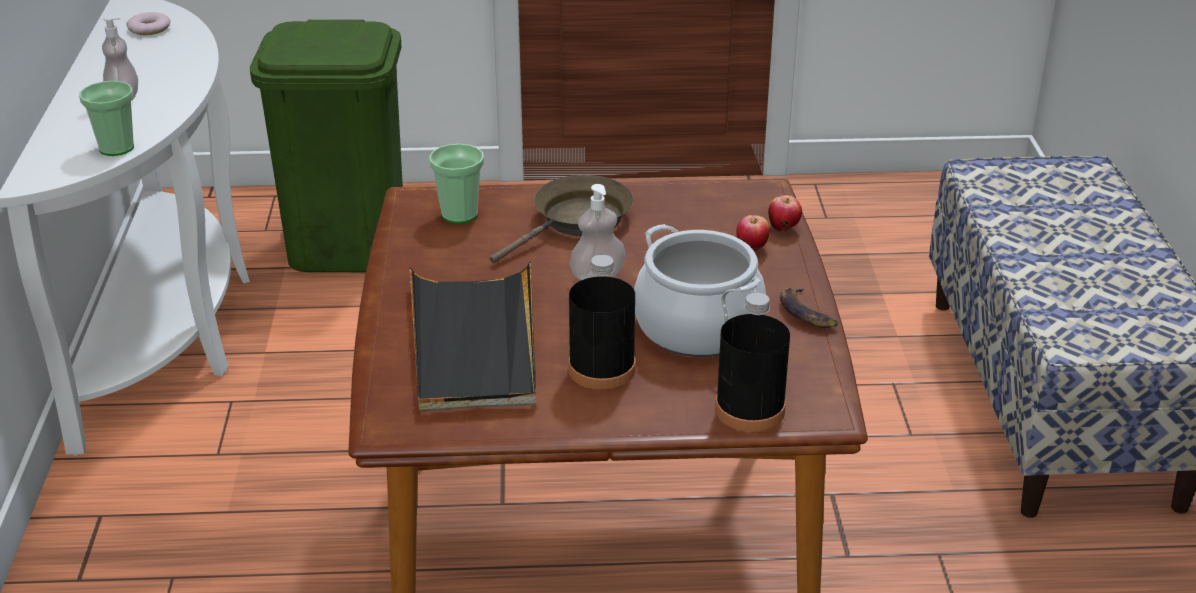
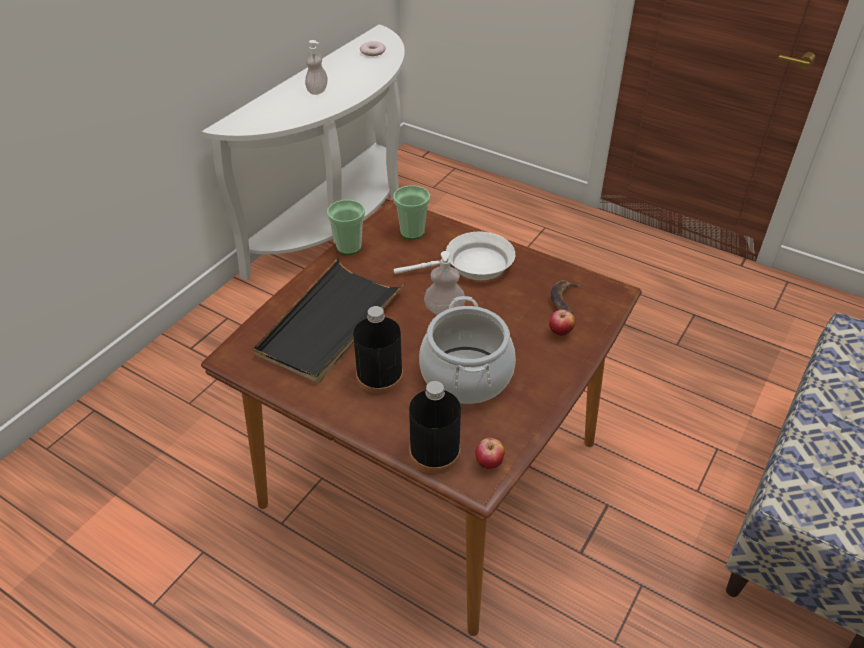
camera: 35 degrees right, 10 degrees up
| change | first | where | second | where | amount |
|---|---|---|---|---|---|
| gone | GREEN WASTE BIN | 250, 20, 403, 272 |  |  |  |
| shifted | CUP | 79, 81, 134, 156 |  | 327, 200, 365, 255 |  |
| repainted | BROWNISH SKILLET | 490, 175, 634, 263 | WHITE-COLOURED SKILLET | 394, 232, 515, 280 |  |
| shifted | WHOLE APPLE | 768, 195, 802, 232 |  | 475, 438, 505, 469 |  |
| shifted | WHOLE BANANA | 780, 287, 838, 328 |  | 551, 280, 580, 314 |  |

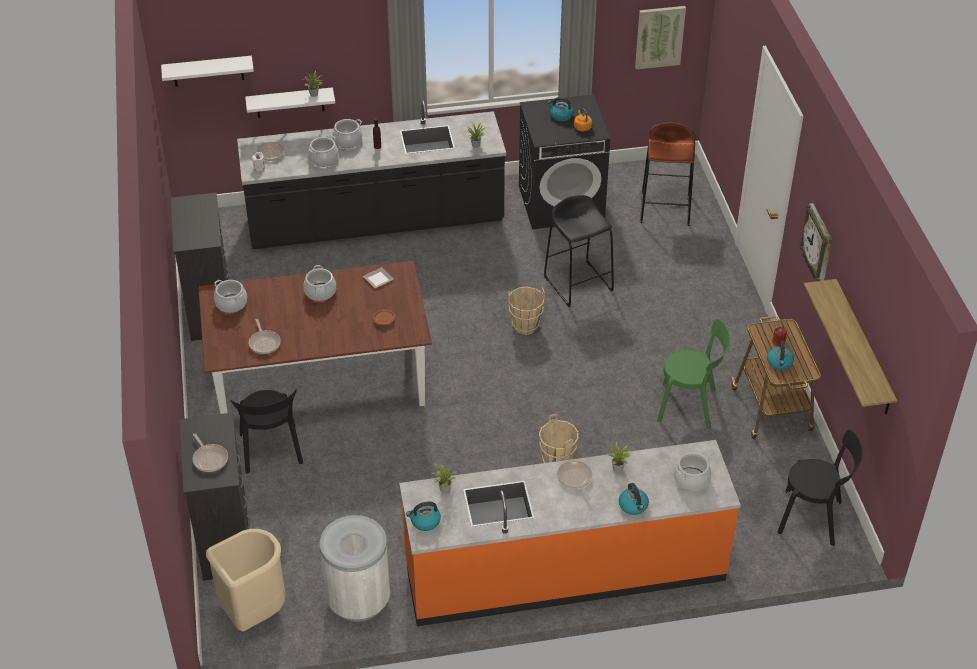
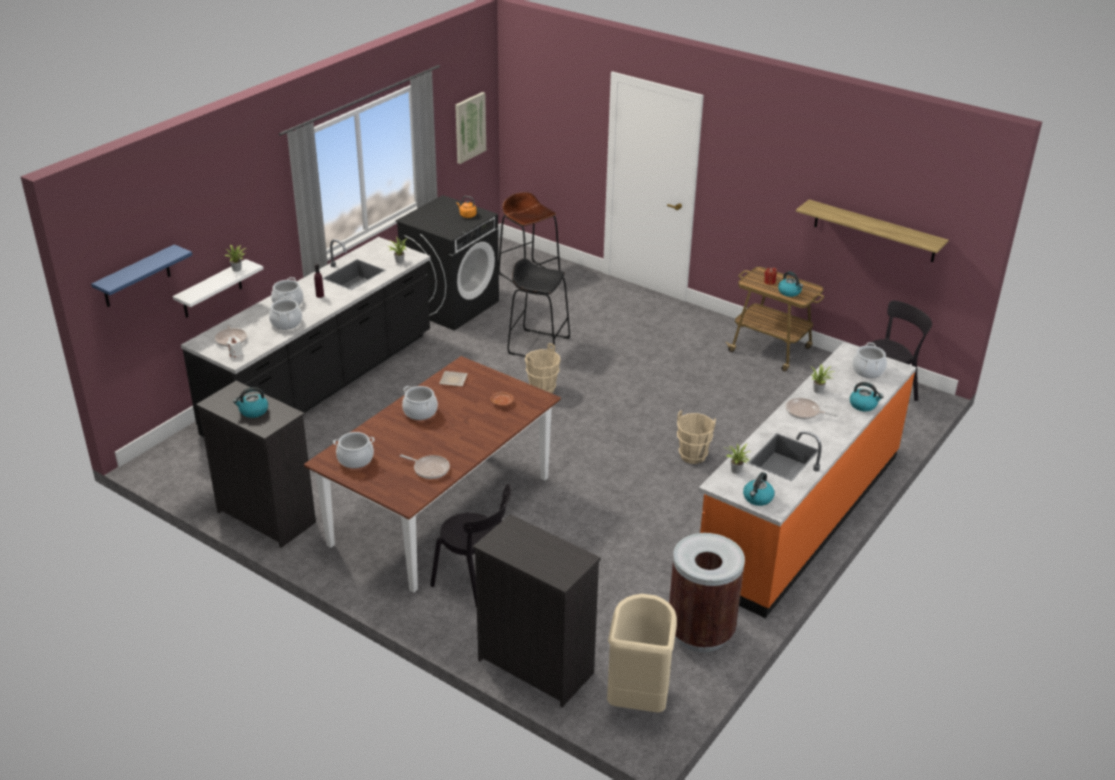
camera: 45 degrees left, 10 degrees down
| change | first | where | second | where | amount |
|---|---|---|---|---|---|
| repainted | WHITE-COLOURED WALL SHELF | 161, 56, 254, 87 | BLUE WALL SHELF | 91, 244, 192, 307 |  |
| shifted | TEA KETTLE | 548, 97, 573, 121 |  | 233, 387, 268, 418 |  |
| gone | HANGING CLOCK | 799, 203, 832, 281 |  |  |  |
| gone | GREEN UPRIGHT CHAIR | 657, 319, 730, 429 |  |  |  |
| gone | SKILLET | 193, 433, 228, 472 |  |  |  |
| repainted | WHITE-COLOURED WASTE BIN | 320, 515, 390, 622 | BROWNISH WASTE BIN | 669, 533, 745, 652 |  |

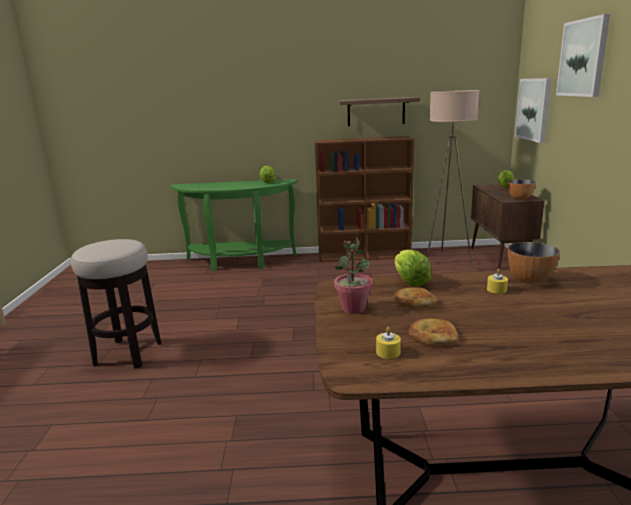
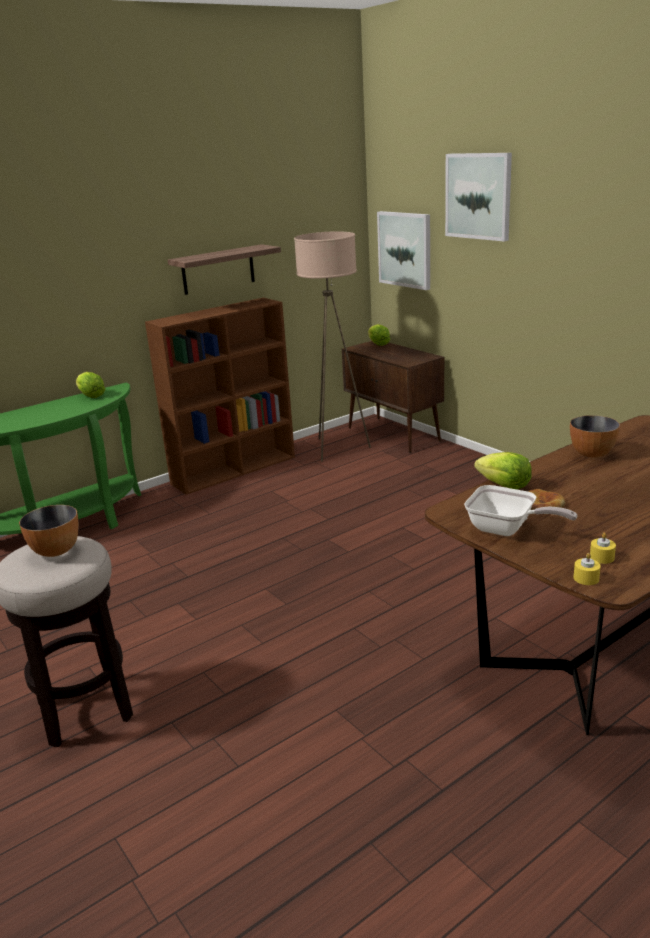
camera: 35 degrees left, 5 degrees up
| change | first | where | second | where | amount |
|---|---|---|---|---|---|
| shifted | DEEP DISH | 508, 179, 536, 200 |  | 19, 505, 79, 557 |  |
| swapped | HOUSEPLANT | 334, 237, 373, 314 | SKILLET | 464, 485, 577, 536 |  |
| shifted | YELLOW CANDLE | 487, 269, 508, 294 |  | 574, 553, 601, 585 |  |
| gone | BAKED BREAD | 409, 319, 458, 346 |  |  |  |

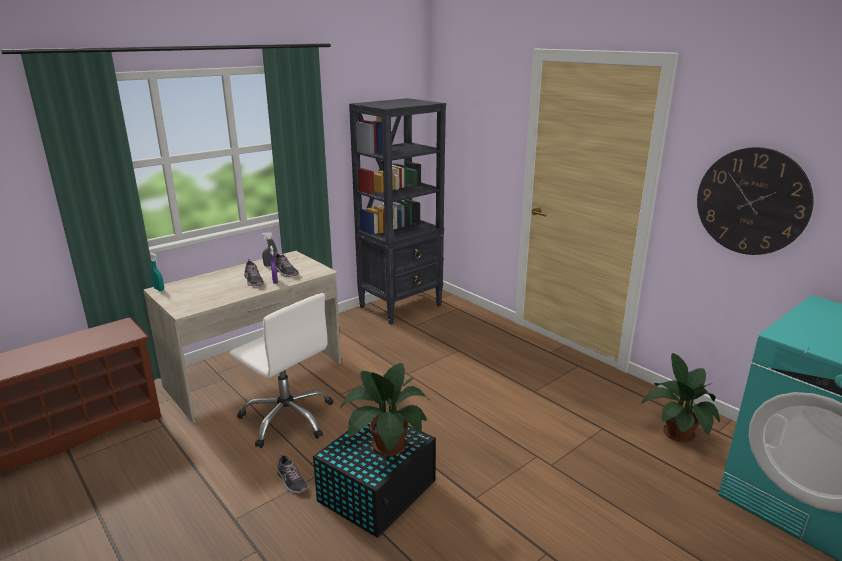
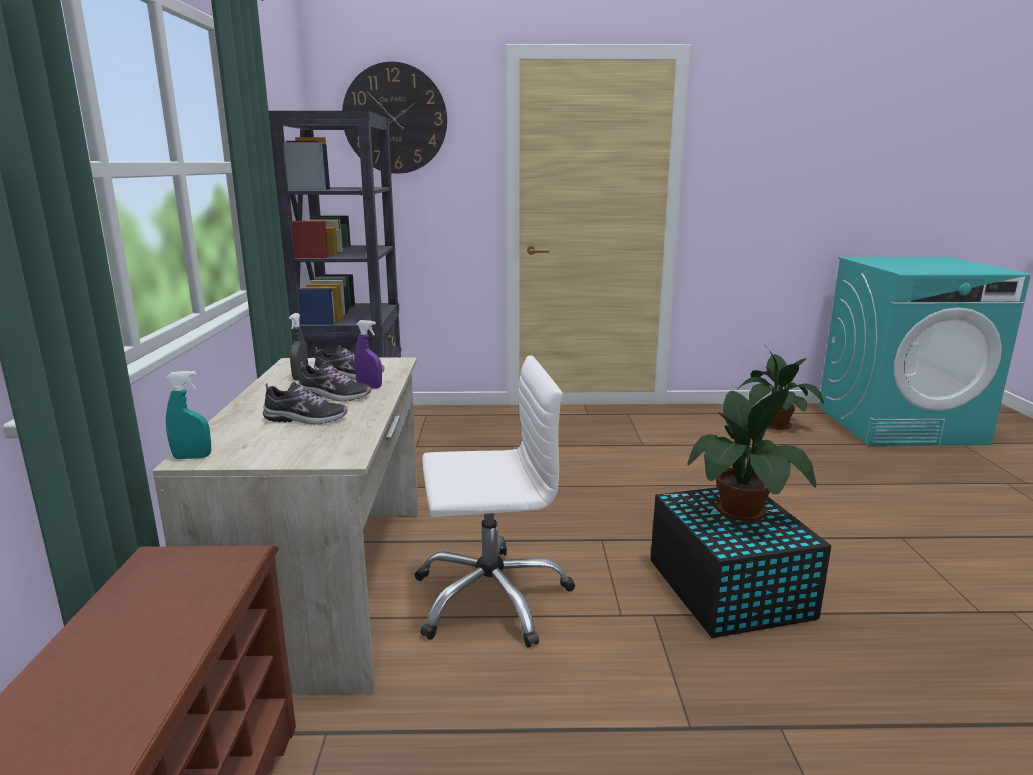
camera: 50 degrees left, 5 degrees down
| change | first | where | second | where | amount |
|---|---|---|---|---|---|
| shifted | HANGING CLOCK | 697, 147, 814, 255 |  | 342, 62, 447, 174 |  |
| shifted | SHOE | 277, 453, 308, 494 |  | 263, 382, 348, 425 |  |

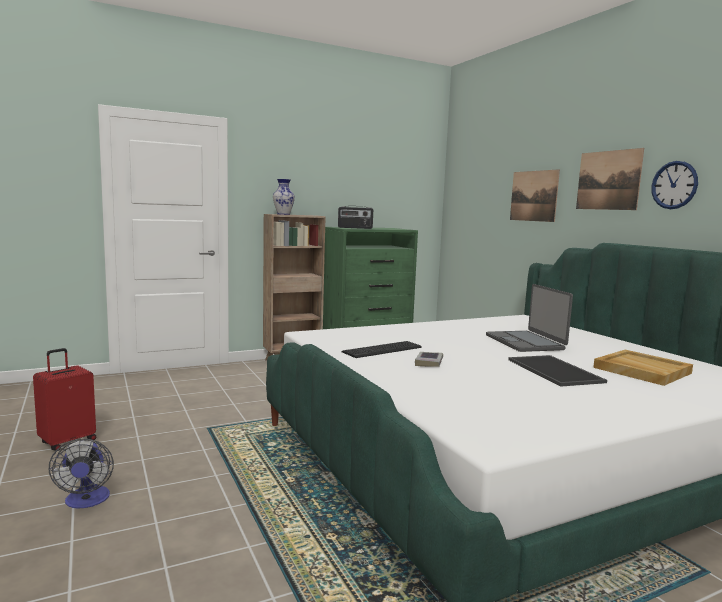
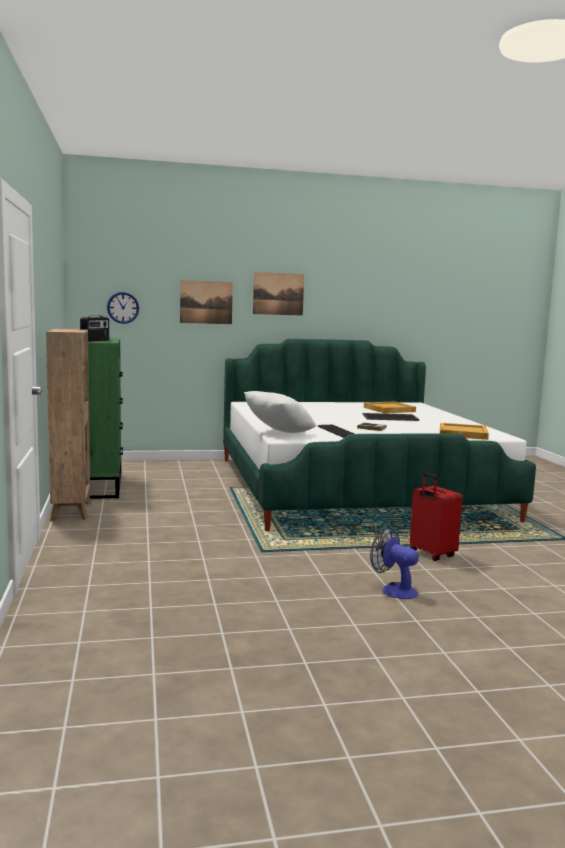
camera: 75 degrees left, 0 degrees up
| change | first | where | second | where | amount |
|---|---|---|---|---|---|
| shifted | HANGING CLOCK | 651, 161, 698, 209 |  | 107, 292, 139, 324 |  |
| gone | VASE | 273, 179, 295, 215 |  |  |  |
| gone | NOTEBOOK COMPUTER | 486, 284, 573, 352 |  |  |  |
| shifted | RED-COLOURED SUITCASE | 33, 348, 96, 451 |  | 410, 473, 462, 561 |  |
| rotated | FAN | 49, 439, 114, 509 |  | 370, 527, 419, 599 | 135 degrees counterclockwise |
| new |  |  | WHITE-COLOURED PILLOW | 244, 391, 316, 433 |  |
| new |  |  | SAND-COLOURED CARRYING TRAY | 440, 423, 489, 440 |  |

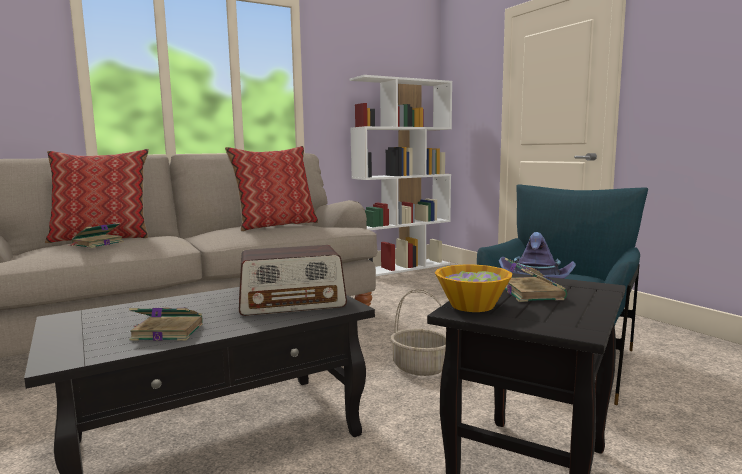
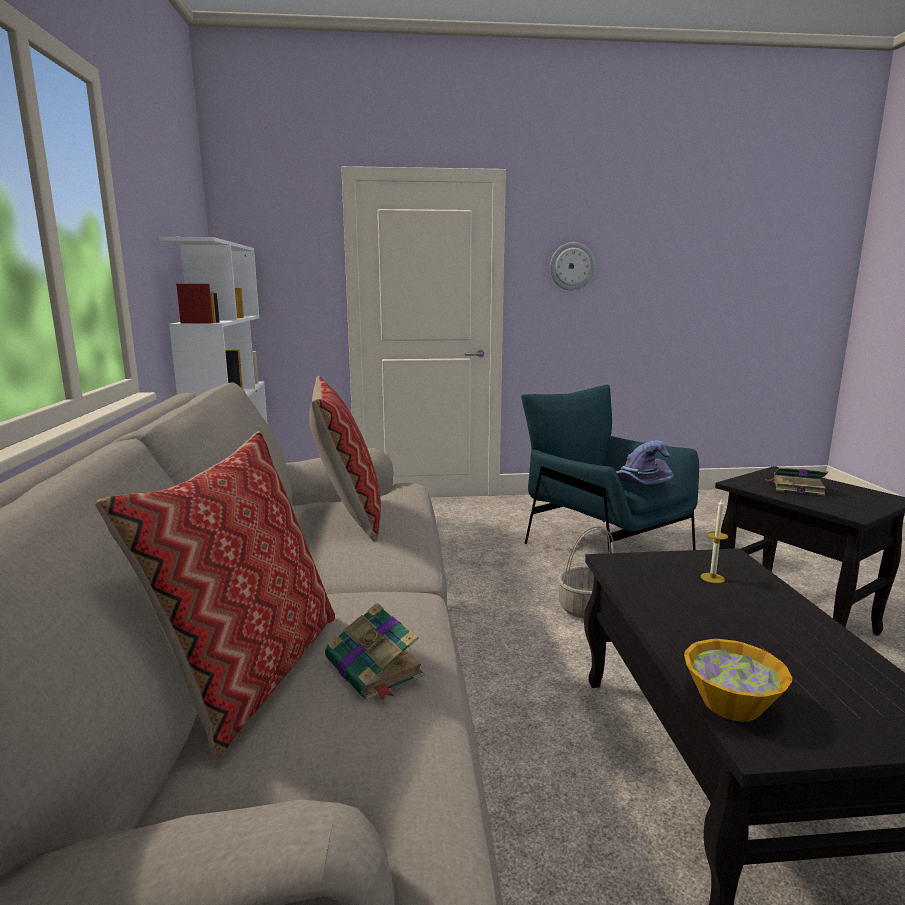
camera: 65 degrees left, 5 degrees up
| change | first | where | second | where | amount |
|---|---|---|---|---|---|
| swapped | RADIO RECEIVER | 239, 245, 347, 316 | CANDLE | 701, 499, 728, 583 |  |
| shifted | DEEP DISH | 435, 264, 512, 312 |  | 684, 639, 792, 721 |  |
| gone | VOLUME | 129, 308, 203, 341 |  |  |  |
| new |  |  | HANGING CLOCK | 550, 242, 595, 290 |  |

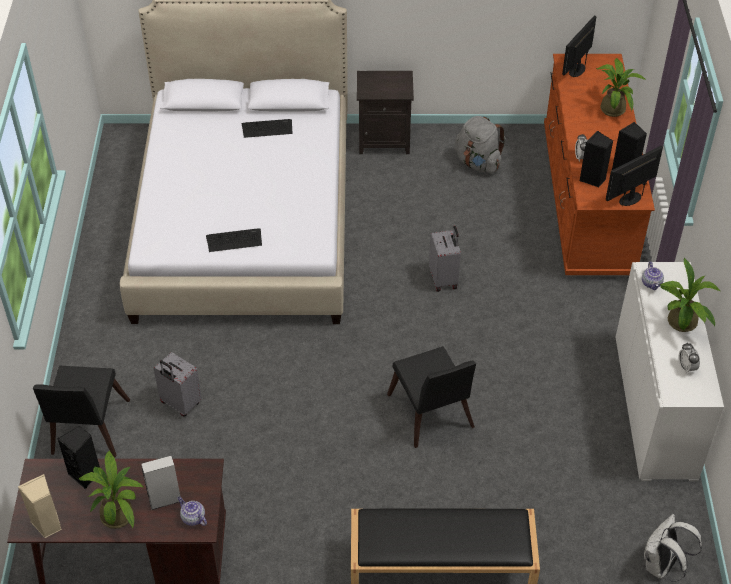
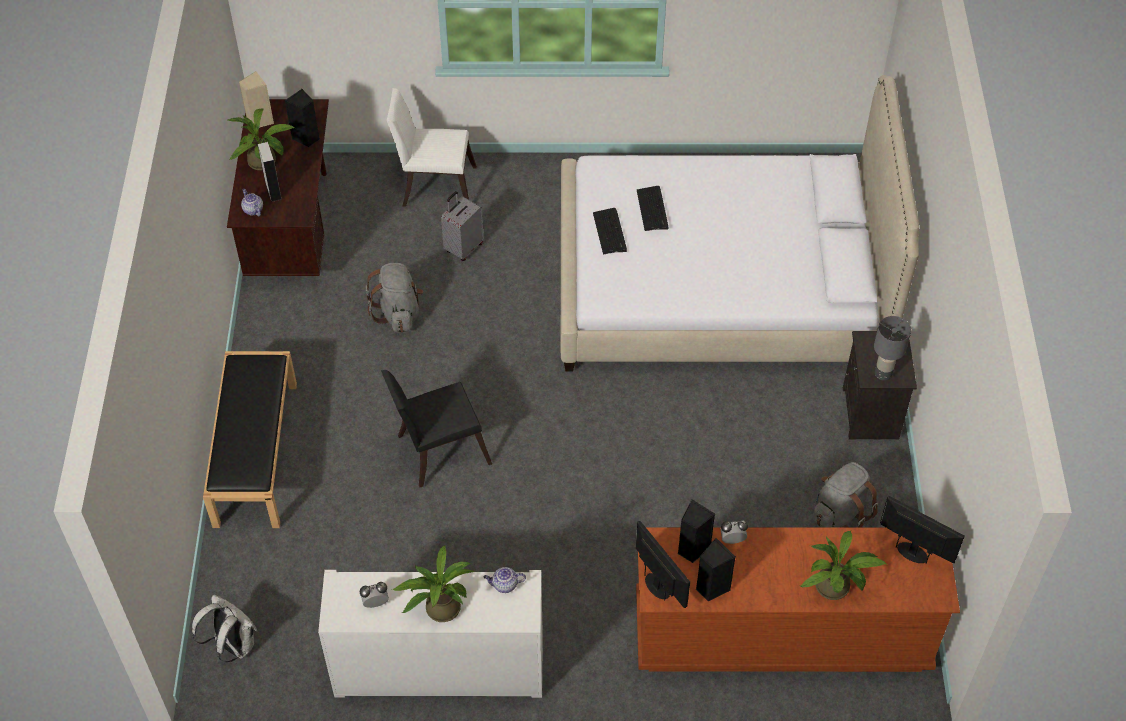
camera: 90 degrees right, 5 degrees up
| change | first | where | second | where | amount |
|---|---|---|---|---|---|
| shifted | COMPUTER KEYBOARD | 242, 119, 293, 138 |  | 637, 186, 668, 231 |  |
| gone | GREY SUITCASE | 429, 226, 461, 292 |  |  |  |
| repainted | BLACK-COLOURED UPRIGHT CHAIR | 33, 366, 130, 458 | WHITE-COLOURED UPRIGHT CHAIR | 387, 88, 477, 207 |  |
| rotated | POT FOR TEA | 178, 496, 207, 526 |  | 241, 189, 263, 216 | 75 degrees counterclockwise |
| new |  |  | GREY RUCKSACK | 366, 263, 423, 332 |  |
| new |  |  | GREY TABLETOP LAMP | 874, 316, 911, 381 |  |

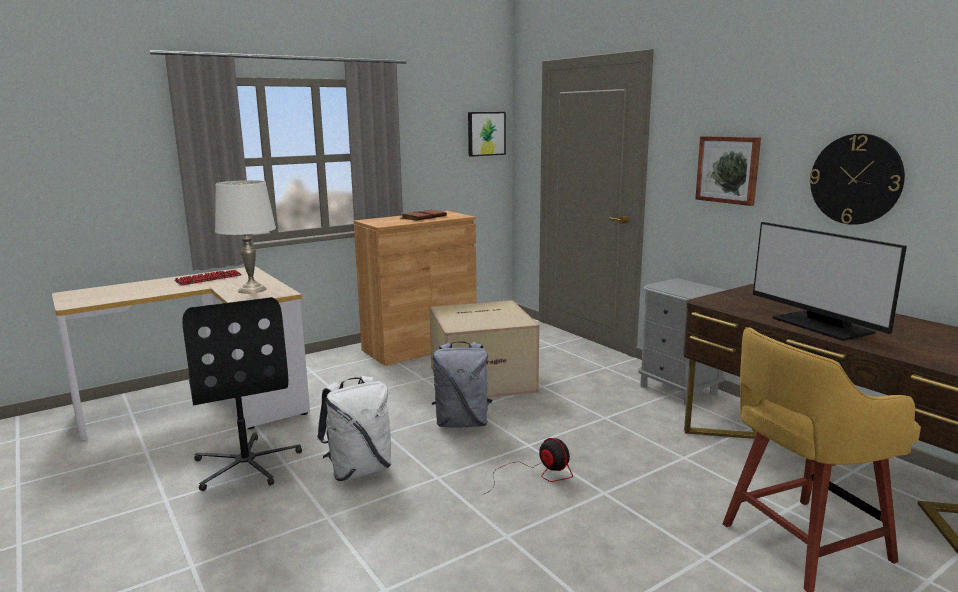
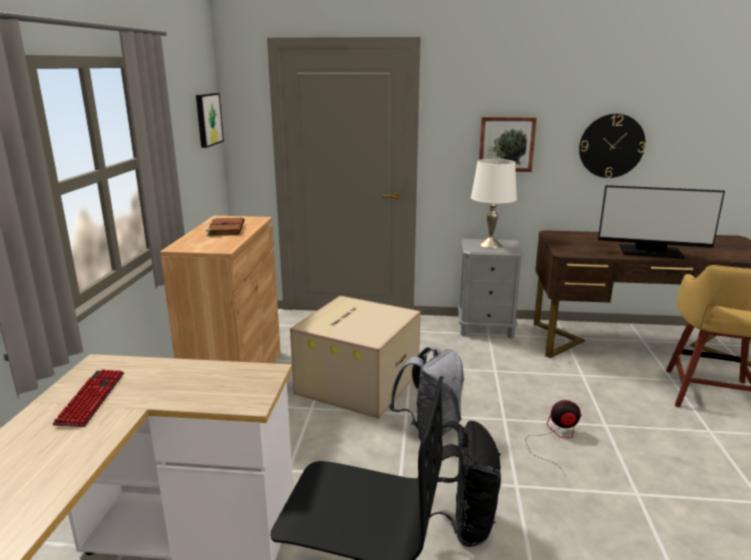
camera: 50 degrees left, 5 degrees up
| change | first | where | second | where | amount |
|---|---|---|---|---|---|
| shifted | WHITE-COLOURED TABLETOP LAMP | 215, 180, 276, 294 |  | 471, 159, 517, 248 |  |
| repainted | WHITE-COLOURED RUCKSACK | 317, 376, 392, 481 | BLACK-COLOURED RUCKSACK | 430, 421, 501, 547 |  |

